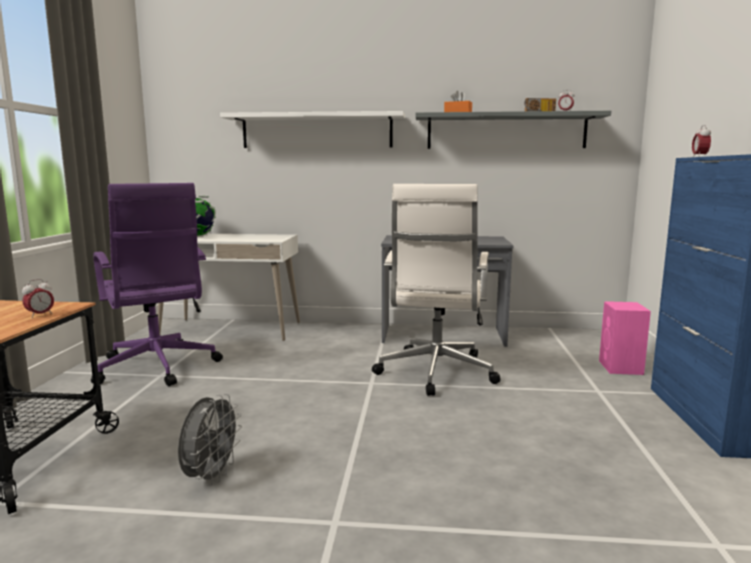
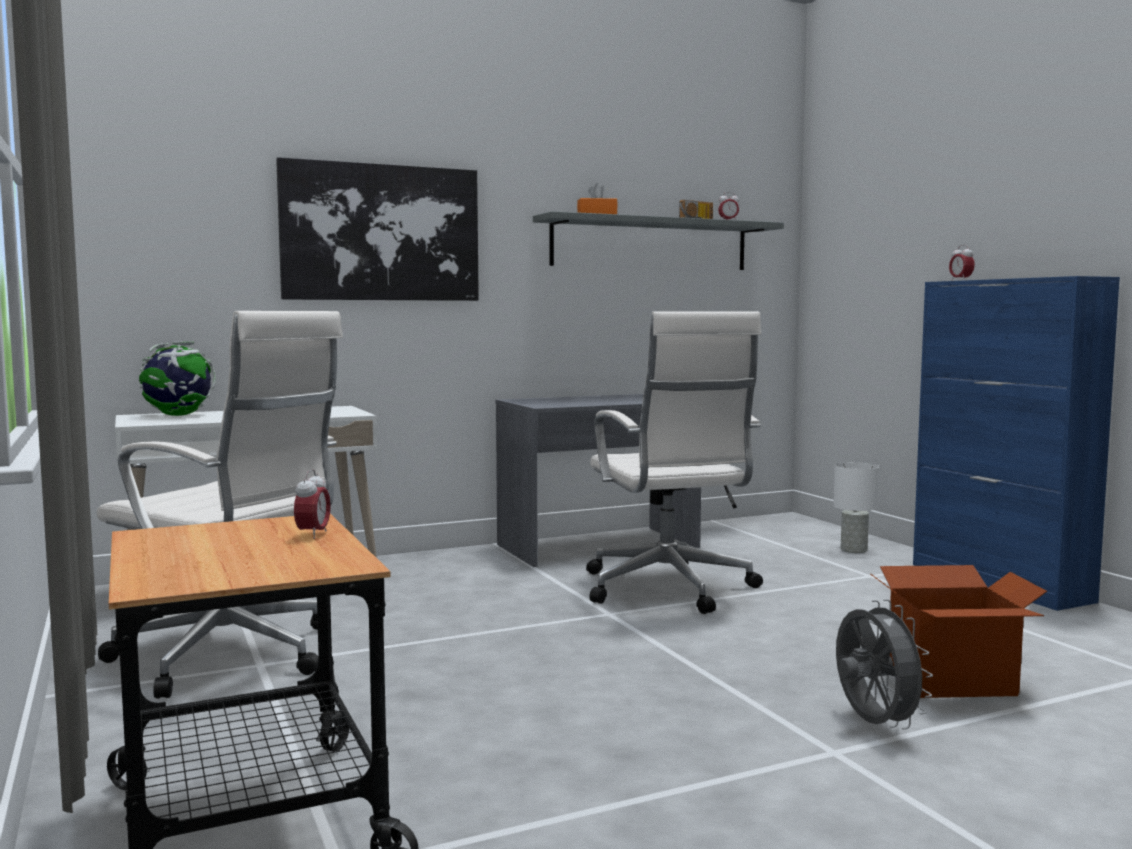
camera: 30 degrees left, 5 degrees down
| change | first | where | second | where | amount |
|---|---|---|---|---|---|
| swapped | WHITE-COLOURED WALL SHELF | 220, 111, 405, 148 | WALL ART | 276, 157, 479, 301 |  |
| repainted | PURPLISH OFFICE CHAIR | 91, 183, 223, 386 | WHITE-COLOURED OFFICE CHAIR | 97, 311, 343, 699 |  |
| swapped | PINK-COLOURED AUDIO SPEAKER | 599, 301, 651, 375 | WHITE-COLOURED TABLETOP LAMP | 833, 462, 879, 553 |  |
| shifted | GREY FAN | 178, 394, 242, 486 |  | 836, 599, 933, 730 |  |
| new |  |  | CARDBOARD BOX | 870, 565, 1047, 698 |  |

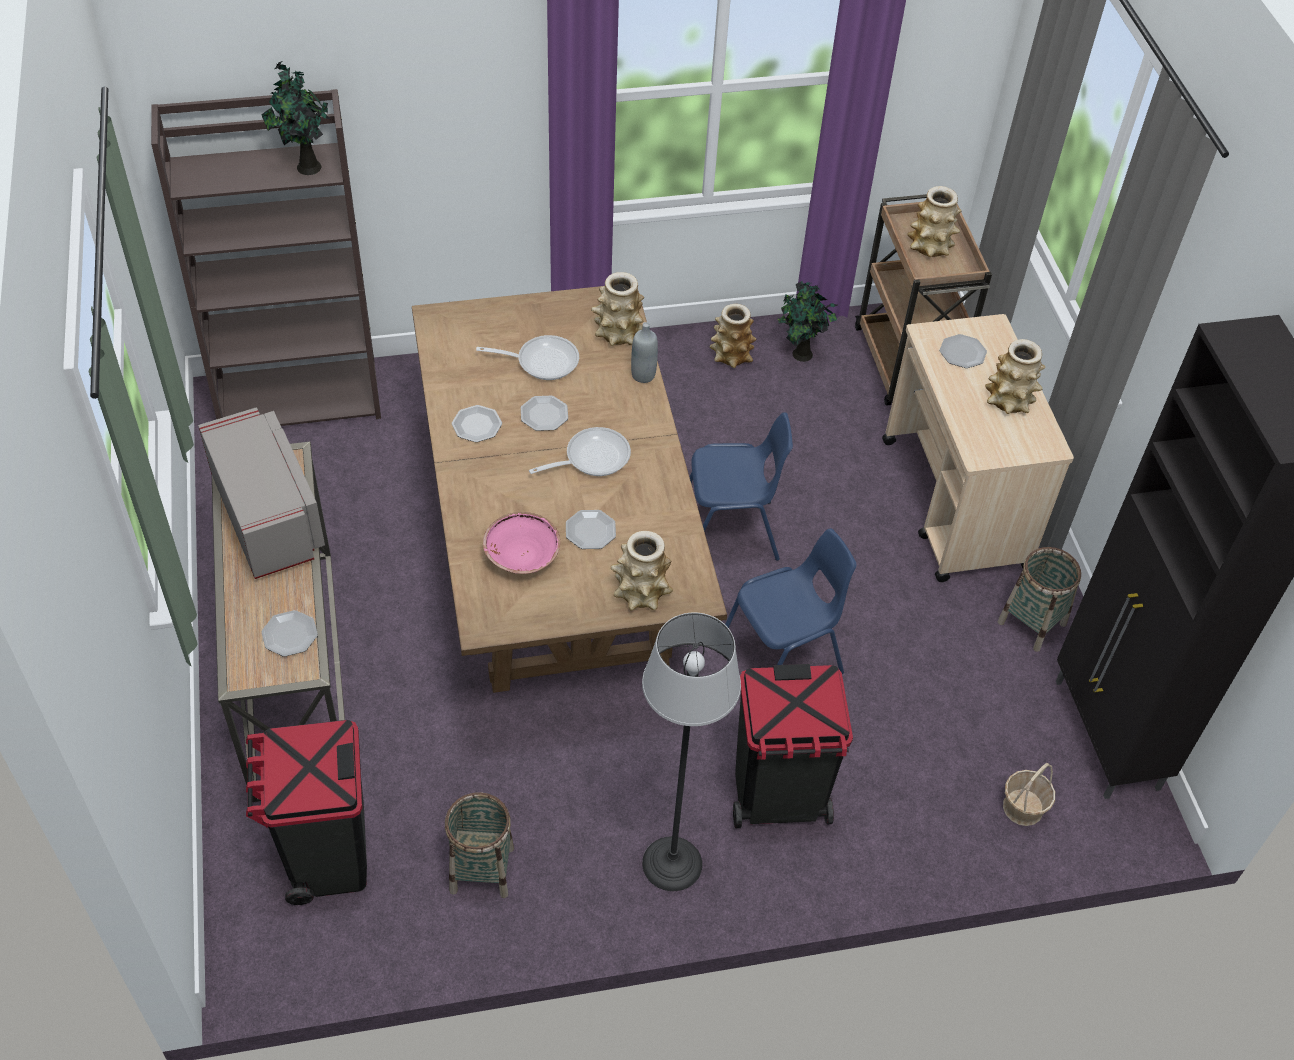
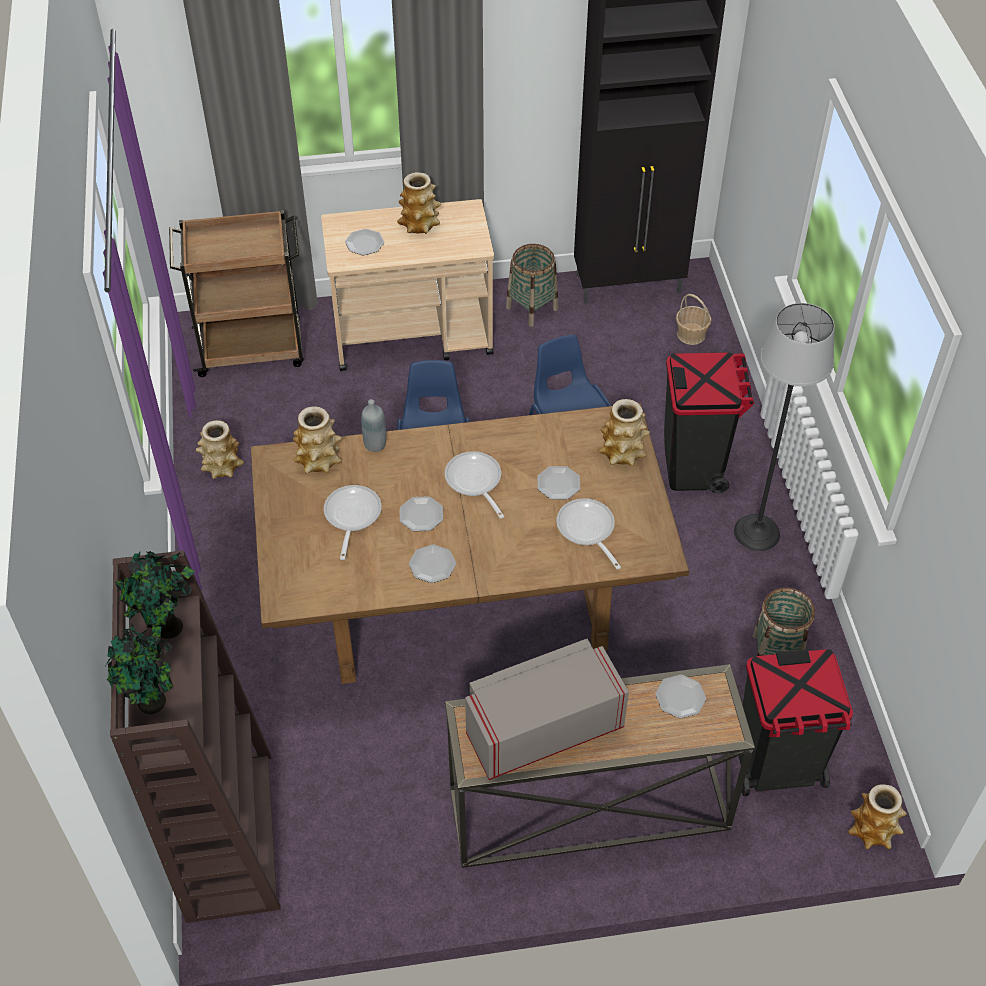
camera: 85 degrees left, 0 degrees up
| change | first | where | second | where | amount |
|---|---|---|---|---|---|
| shifted | VASE | 908, 186, 961, 257 |  | 848, 784, 907, 849 |  |
| shifted | HOUSEPLANT | 777, 281, 838, 362 |  | 106, 624, 174, 714 |  |
| swapped | PINK-COLOURED DEEP DISH | 483, 512, 560, 574 | SKILLET | 556, 498, 621, 570 |  |

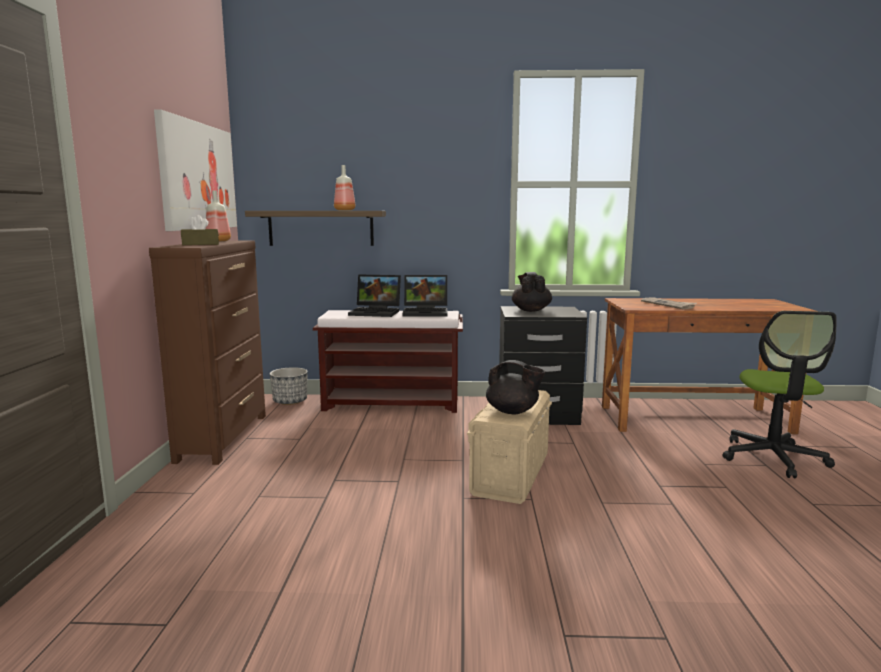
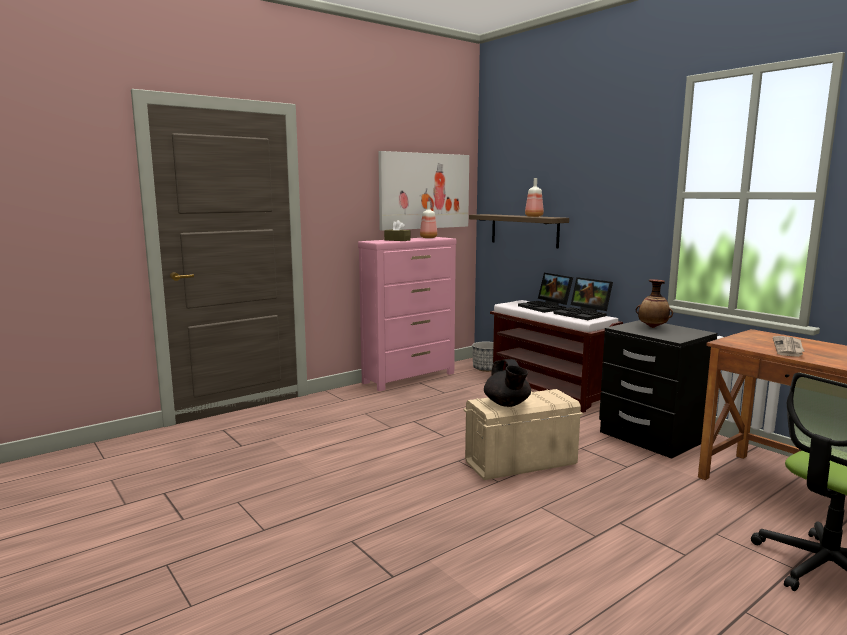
camera: 50 degrees right, 0 degrees up
| change | first | where | second | where | amount |
|---|---|---|---|---|---|
| repainted | BROWNISH DRAWER CHEST | 149, 240, 266, 465 | PINK-COLOURED DRAWER CHEST | 358, 237, 456, 391 |  |
| swapped | BLACK-COLOURED POT FOR TEA | 512, 272, 552, 312 | VASE | 636, 279, 673, 328 |  |

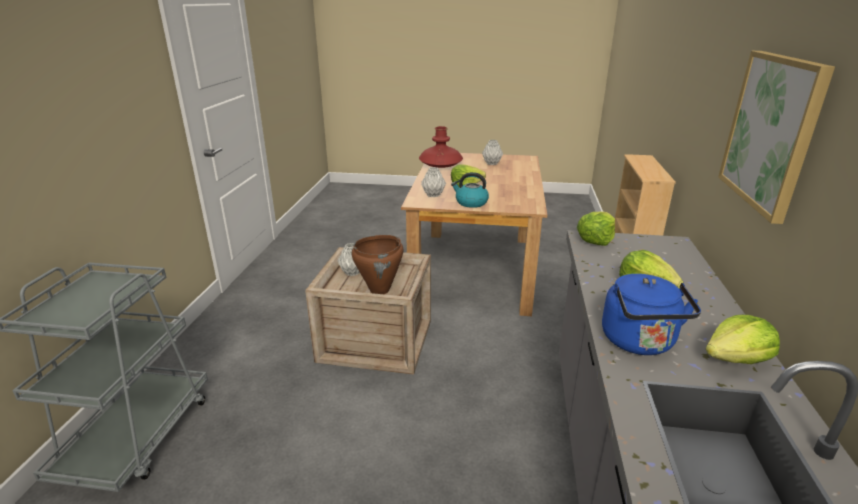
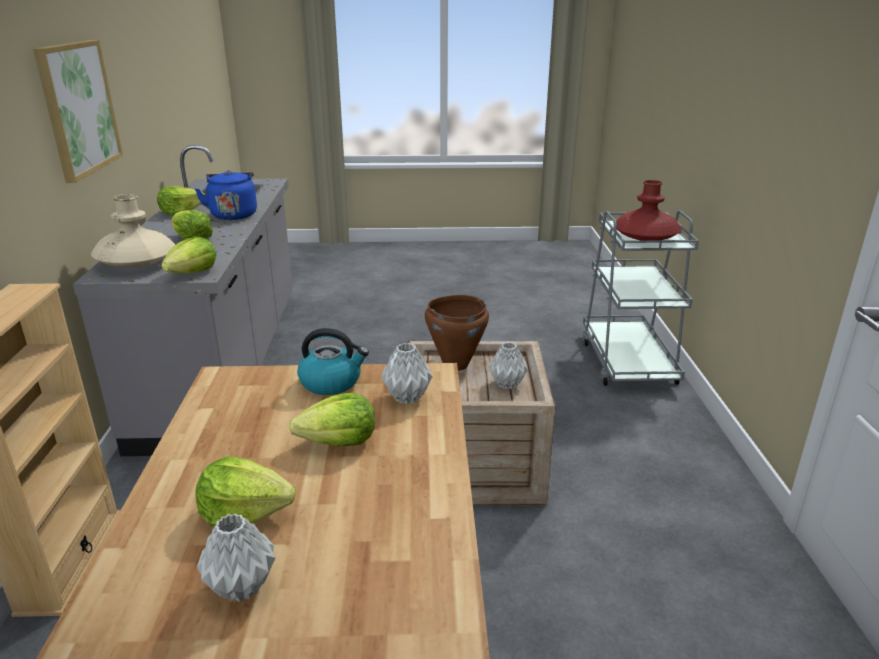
camera: 170 degrees right, 0 degrees up
| change | first | where | second | where | amount |
|---|---|---|---|---|---|
| shifted | RED-COLOURED VASE | 419, 126, 463, 168 |  | 616, 180, 682, 240 |  |
| new |  |  | SAND-COLOURED VASE | 91, 194, 175, 268 |  |
| new |  |  | LETTUCE HEAD | 195, 456, 296, 527 |  |

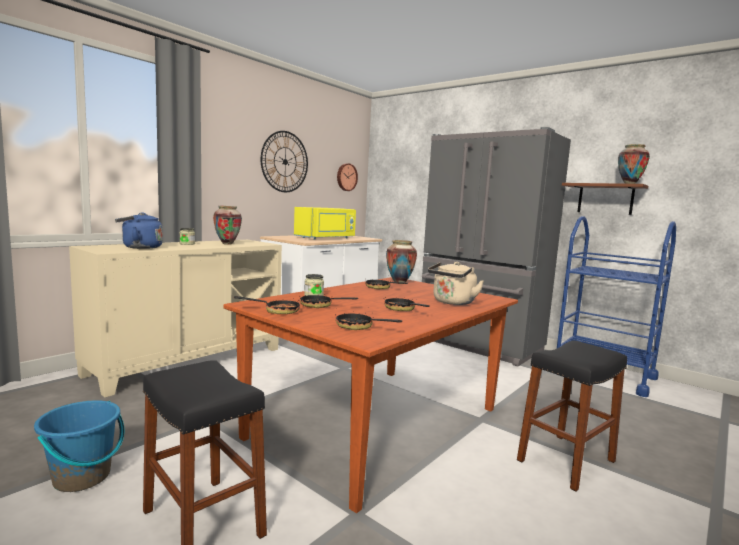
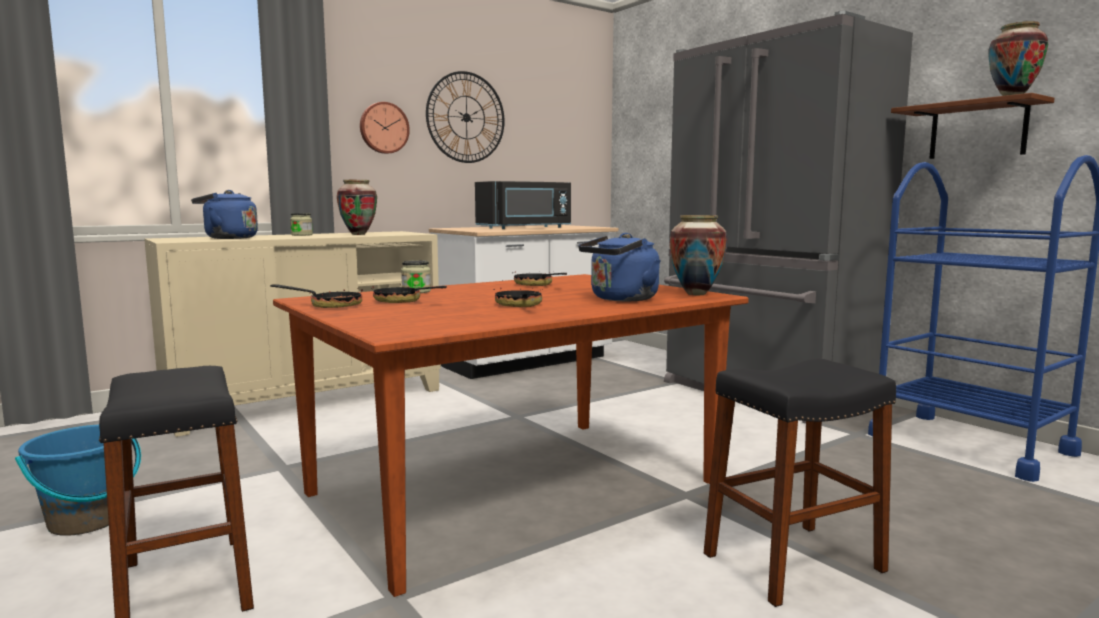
camera: 15 degrees right, 0 degrees up
| change | first | where | second | where | amount |
|---|---|---|---|---|---|
| shifted | HANGING CLOCK | 337, 163, 358, 191 |  | 360, 102, 410, 154 |  |
| repainted | YELLOW MICROWAVE OVEN | 294, 207, 356, 240 | BLACK-COLOURED MICROWAVE OVEN | 475, 181, 571, 229 |  |
| shifted | VASE | 386, 240, 417, 284 |  | 669, 215, 728, 295 |  |
| repainted | SAND-COLOURED TEA KETTLE | 428, 262, 484, 305 | BLUE TEA KETTLE | 578, 233, 661, 301 |  |
| gone | SKILLET | 335, 313, 402, 330 |  |  |  |

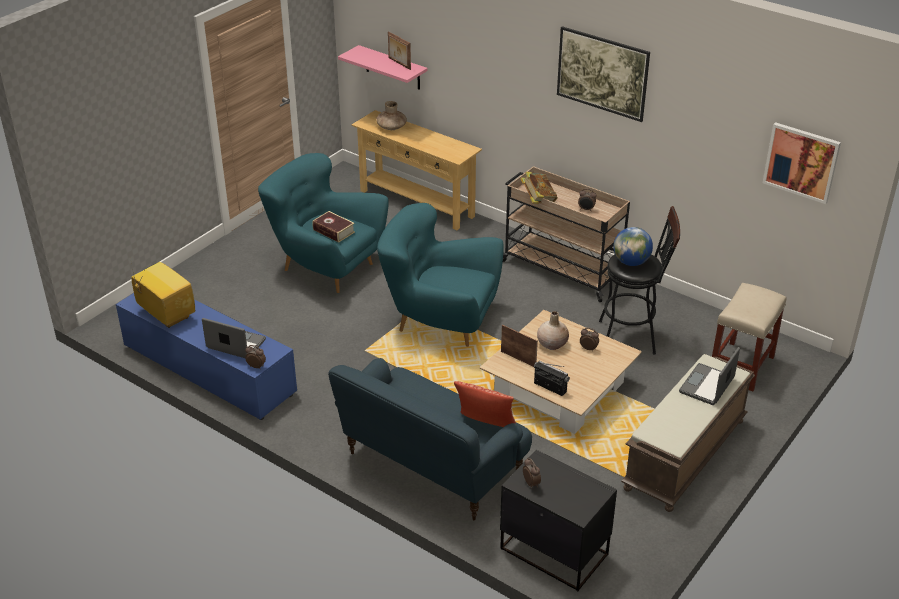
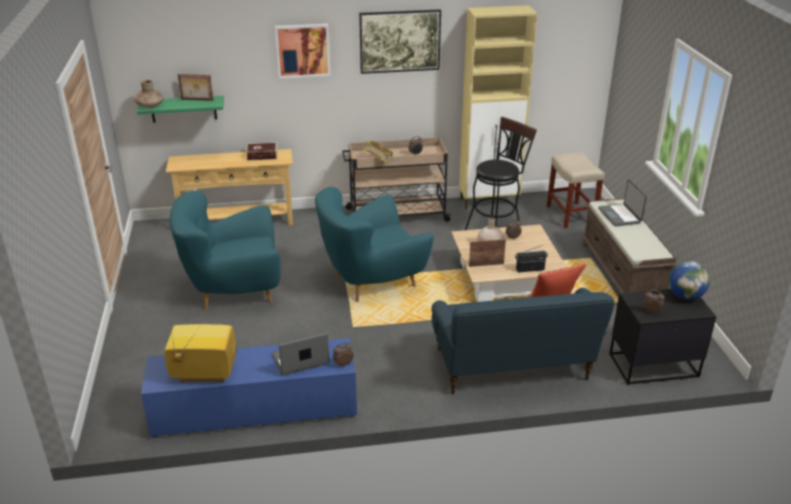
camera: 45 degrees left, 5 degrees down
| change | first | where | second | where | amount |
|---|---|---|---|---|---|
| repainted | PINK-COLOURED WALL SHELF | 338, 45, 428, 90 | GREEN WALL SHELF | 137, 96, 224, 123 |  |
| shifted | BROWNISH VASE | 376, 101, 407, 130 |  | 134, 80, 164, 108 |  |
| shifted | WALL ART | 763, 122, 841, 204 |  | 275, 24, 331, 79 |  |
| shifted | VOLUME | 312, 211, 355, 242 |  | 246, 142, 278, 160 |  |
| shifted | GLOBE | 613, 227, 653, 266 |  | 669, 261, 710, 300 |  |
| new |  |  | SAND-COLOURED CABINET | 459, 5, 537, 209 |  |

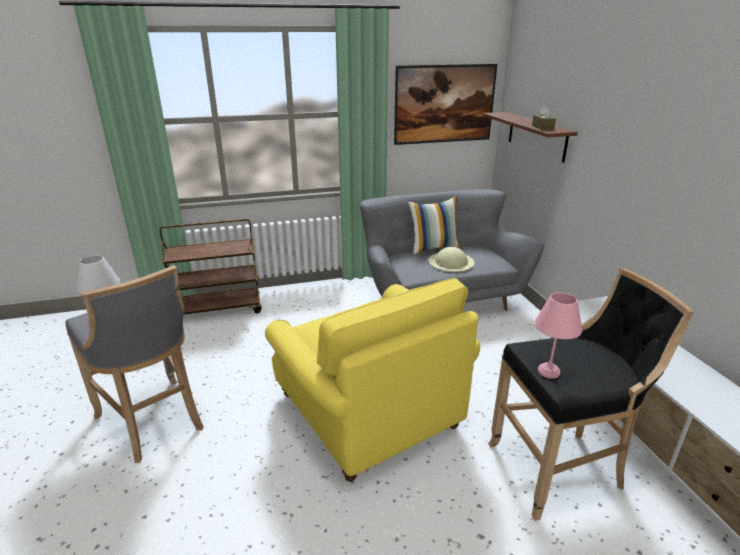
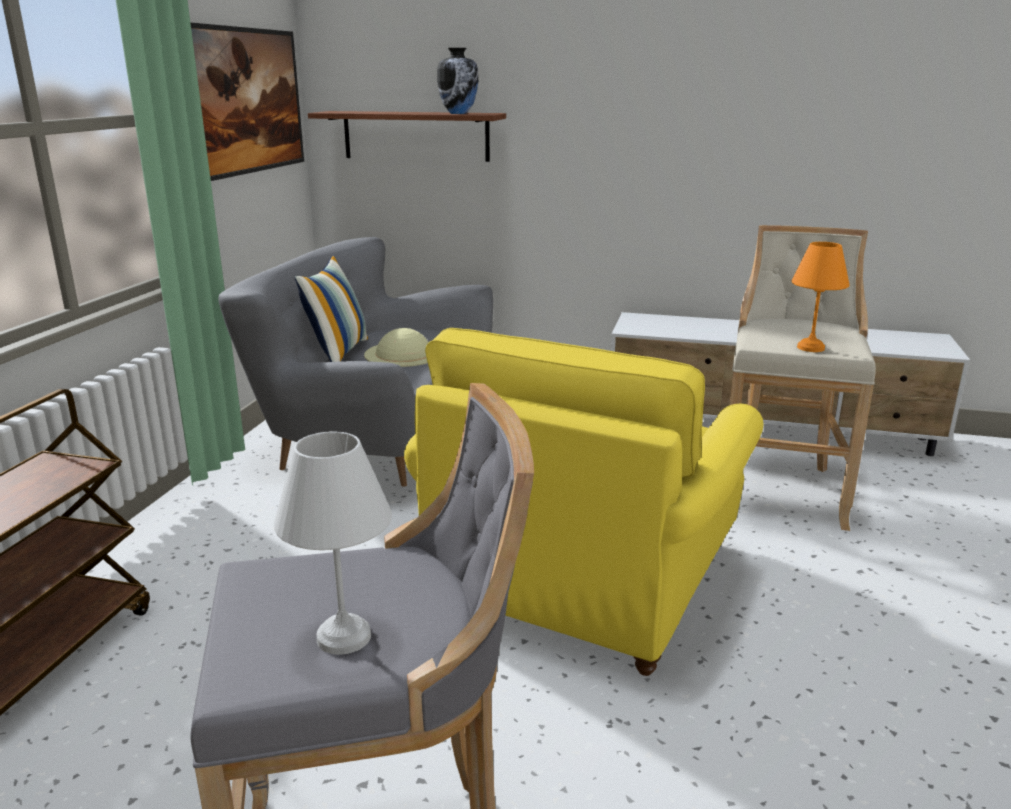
camera: 60 degrees left, 5 degrees down
| change | first | where | second | where | amount |
|---|---|---|---|---|---|
| swapped | BROWNISH BOX OF TISSUES | 532, 106, 556, 130 | VASE | 437, 48, 478, 114 |  |
| repainted | BLACK-COLOURED STOOL | 488, 268, 694, 521 | SAND-COLOURED STOOL | 730, 225, 876, 531 |  |
| rotated | YELLOW EASY CHAIR | 265, 278, 480, 482 |  | 404, 328, 763, 676 | 120 degrees clockwise |
| repainted | PINK-COLOURED TABLETOP LAMP | 534, 292, 583, 379 | ORANGEY TABLETOP LAMP | 792, 242, 850, 352 |  |

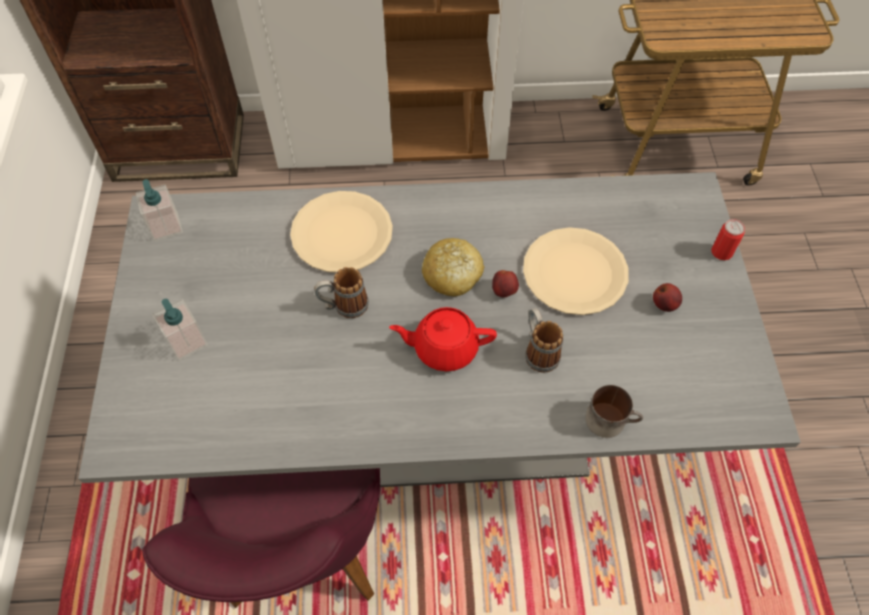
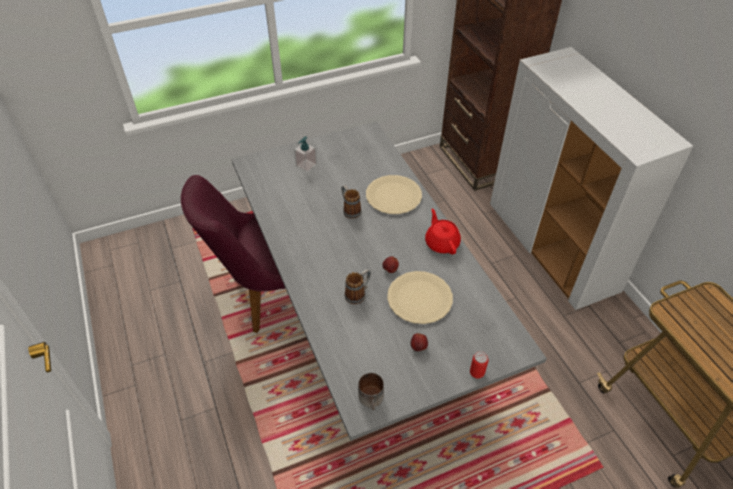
camera: 70 degrees right, 10 degrees down
| change | first | where | second | where | amount |
|---|---|---|---|---|---|
| gone | SOAP DISPENSER | 136, 179, 183, 241 |  |  |  |
| gone | BAKED BREAD | 422, 238, 485, 296 |  |  |  |
| shifted | RED-COLOURED POT FOR TEA | 389, 307, 497, 371 |  | 425, 209, 461, 255 |  |
| shifted | TEA MUG | 585, 385, 643, 438 |  | 358, 373, 384, 410 |  |

